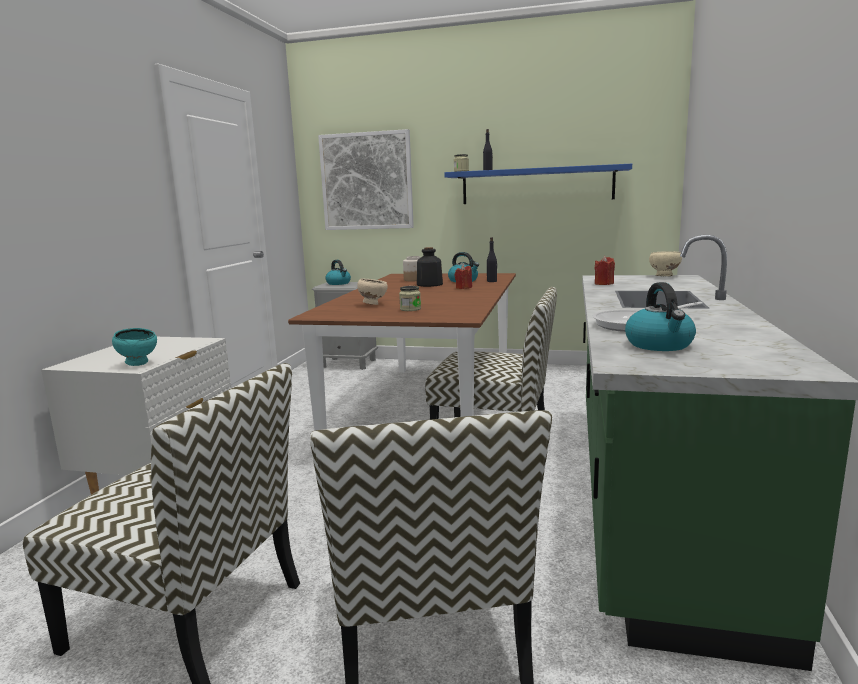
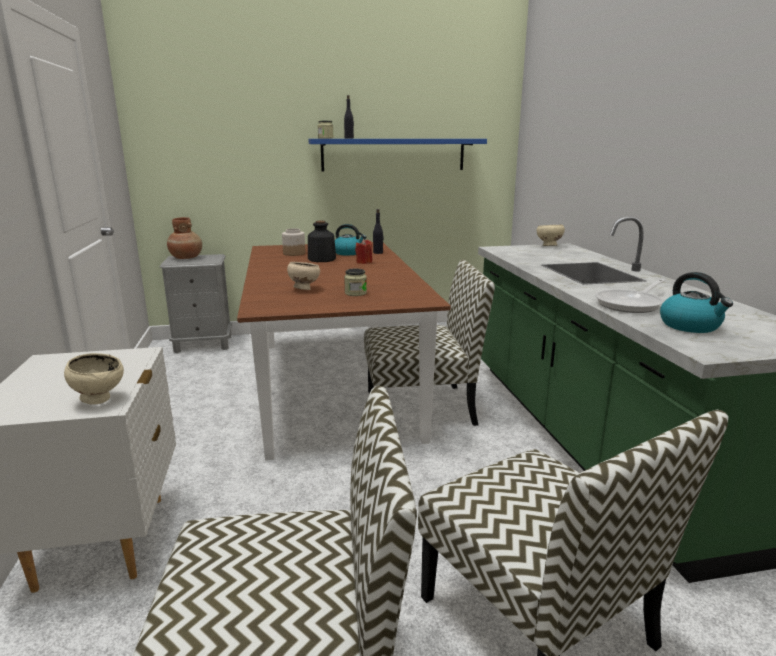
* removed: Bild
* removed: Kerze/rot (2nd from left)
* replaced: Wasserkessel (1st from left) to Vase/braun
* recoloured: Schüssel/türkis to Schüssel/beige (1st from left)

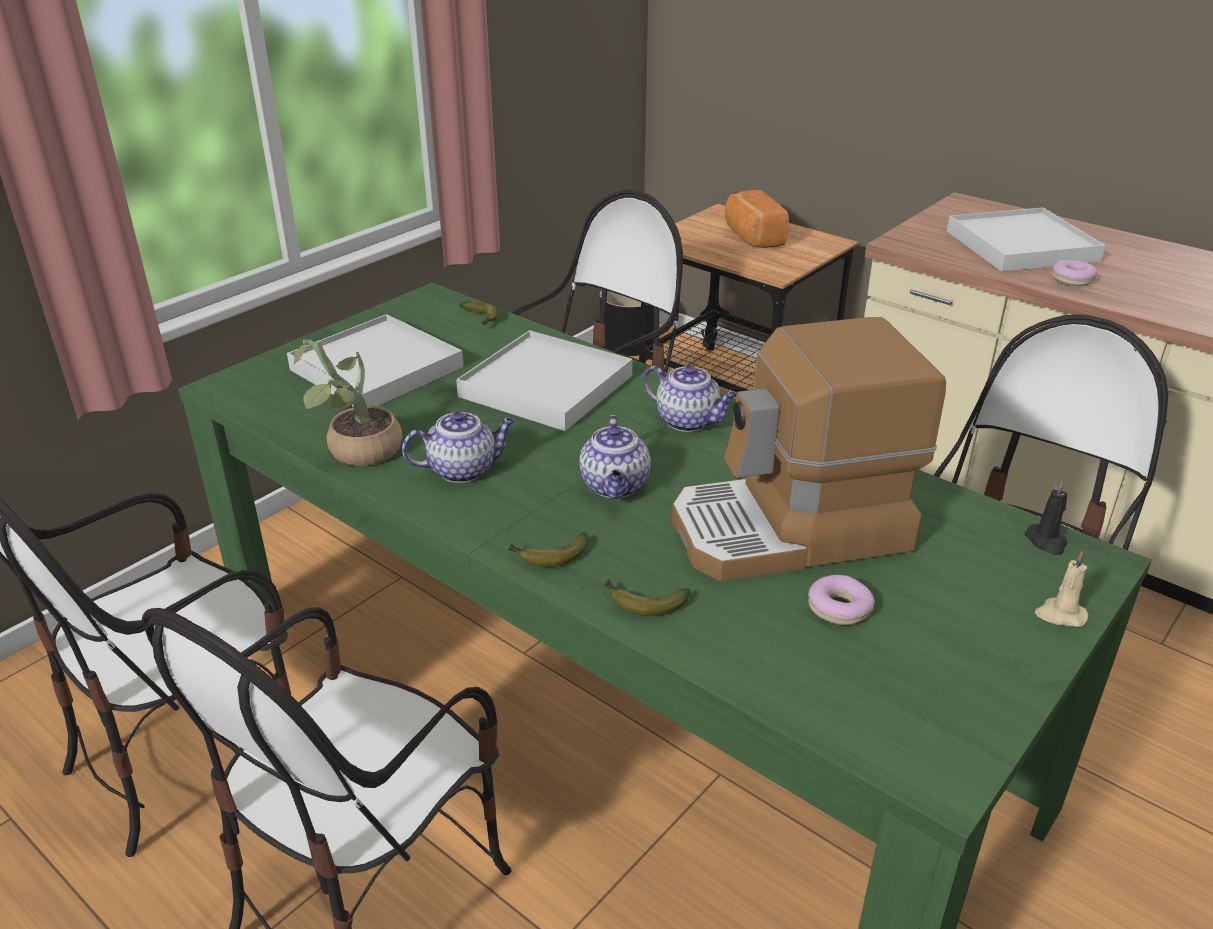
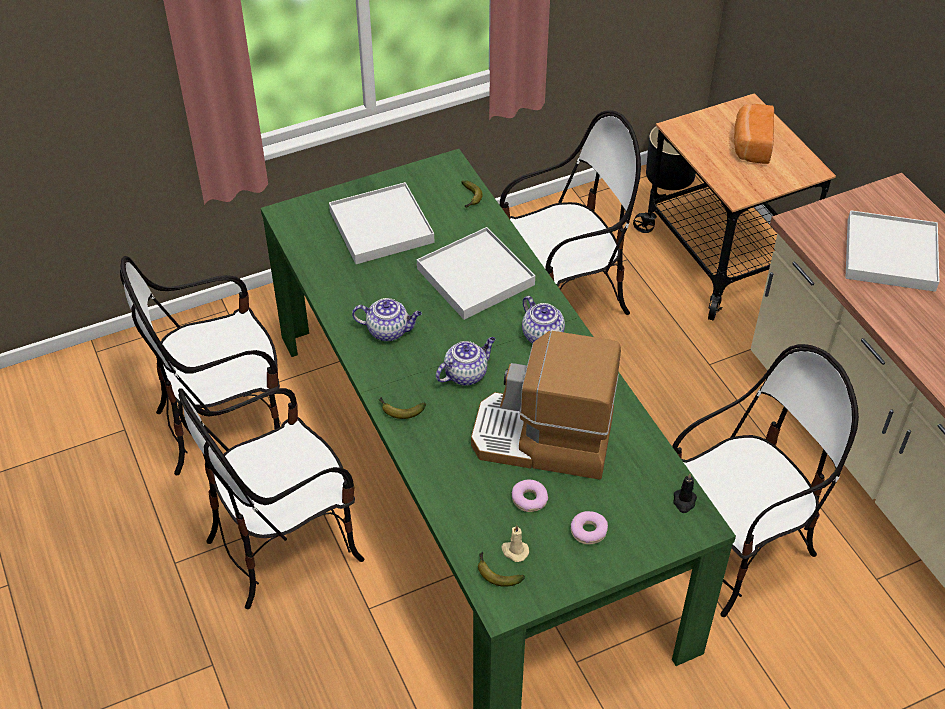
* moved: Donut (2nd from left)
* removed: Topfpflanze
* turned: Teekanne (2nd from left) 150 degrees counterclockwise
* moved: Kerze/beige
* moved: Banane (3rd from left)

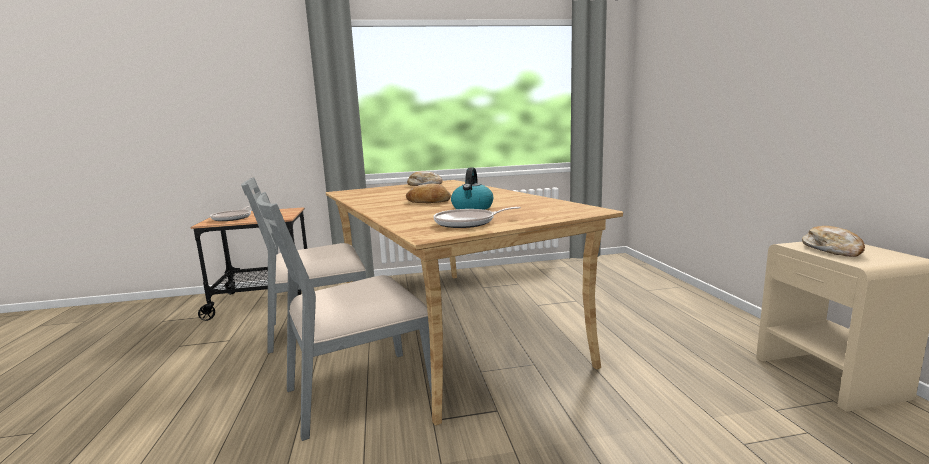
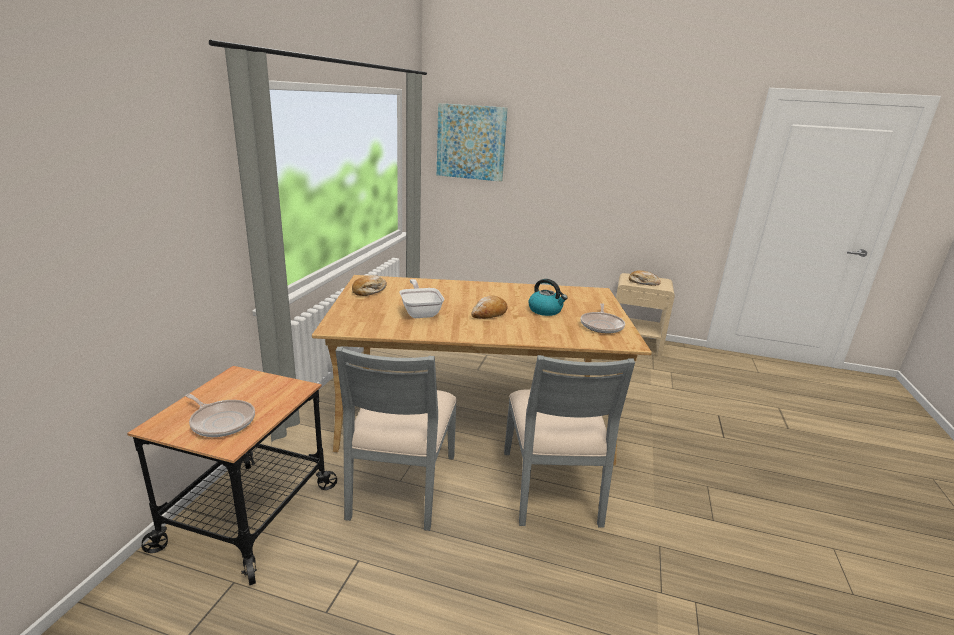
* added: Bild
* added: Pfanne (2nd from left)

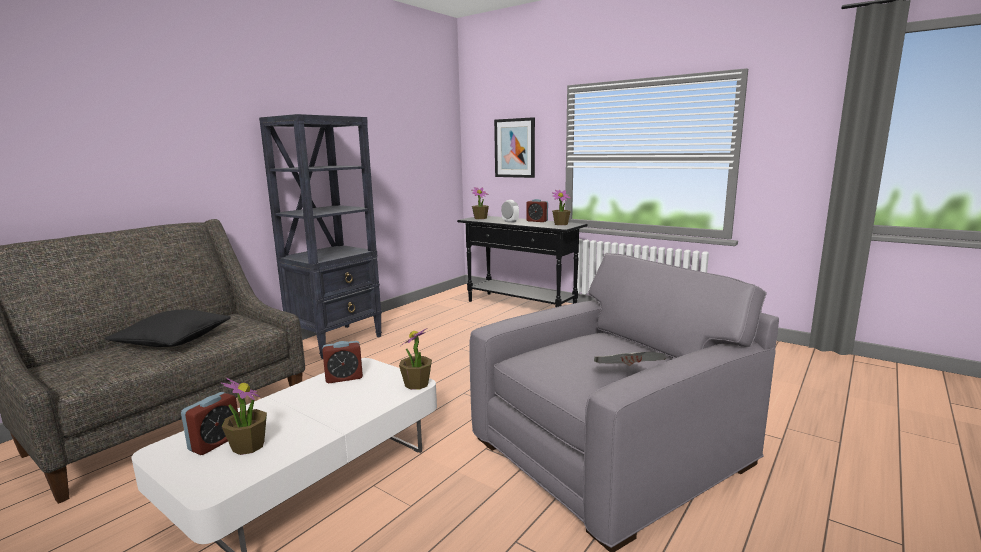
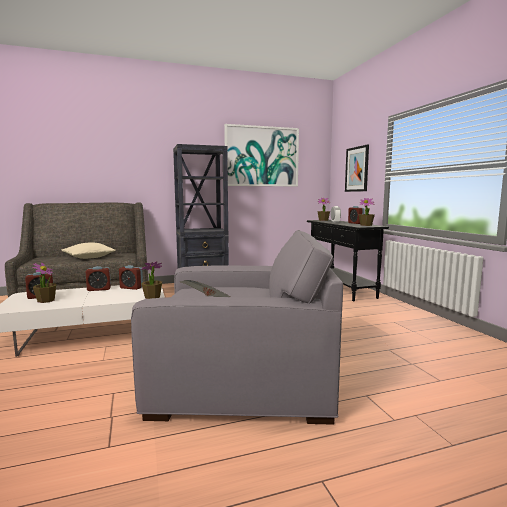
* recoloured: Kissen/schwarz to Kissen/beige
* added: Bild (1st from left)
* added: Wecker (2nd from left)

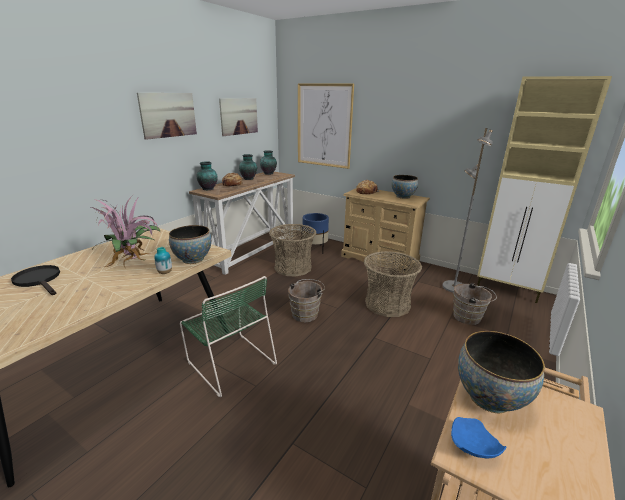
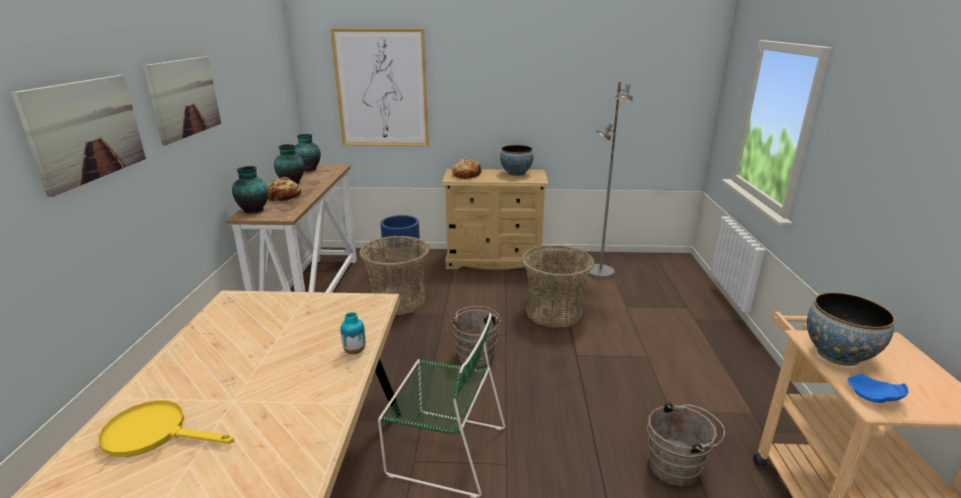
* removed: Schrank/beige
* moved: Bild (2nd from left in the first image) to Bild (1st from left)
* removed: Topfpflanze
* removed: Schüssel (1st from left)
* recoloured: Pfanne/schwarz to Pfanne/gelb
* moved: Eimer/braun (2nd from left)

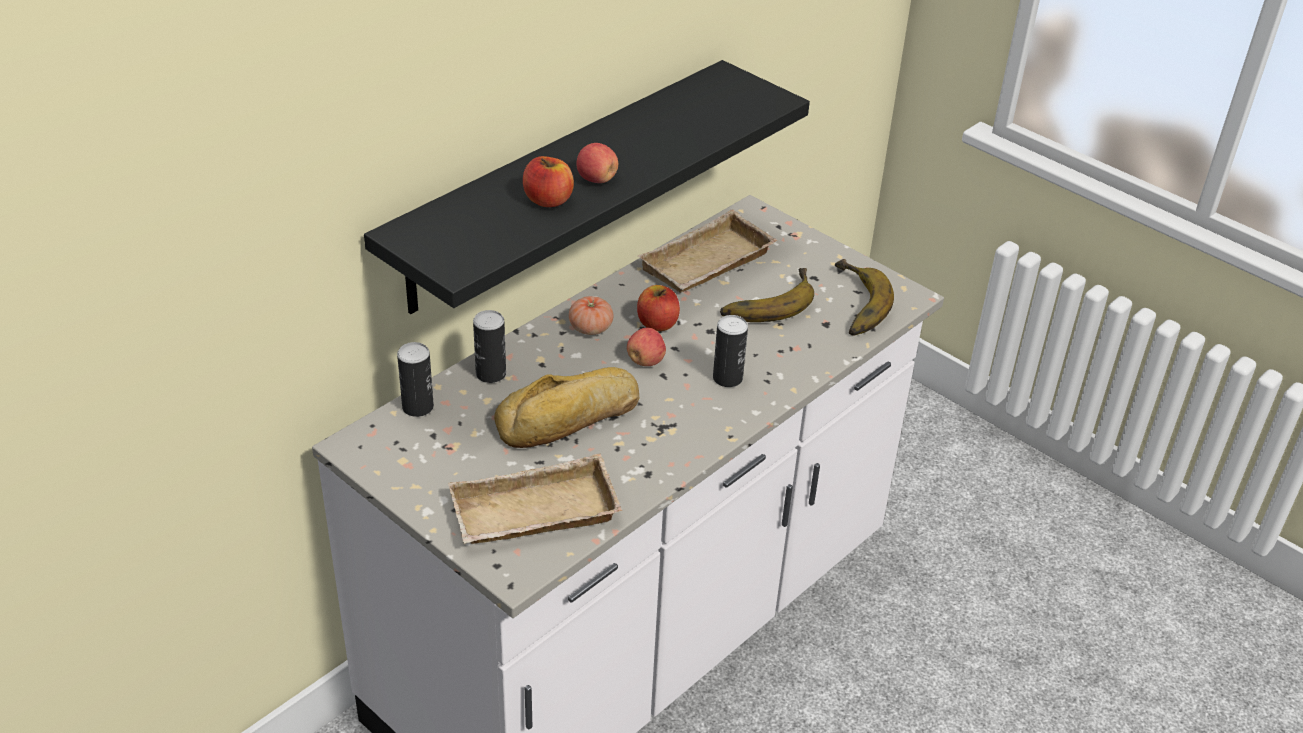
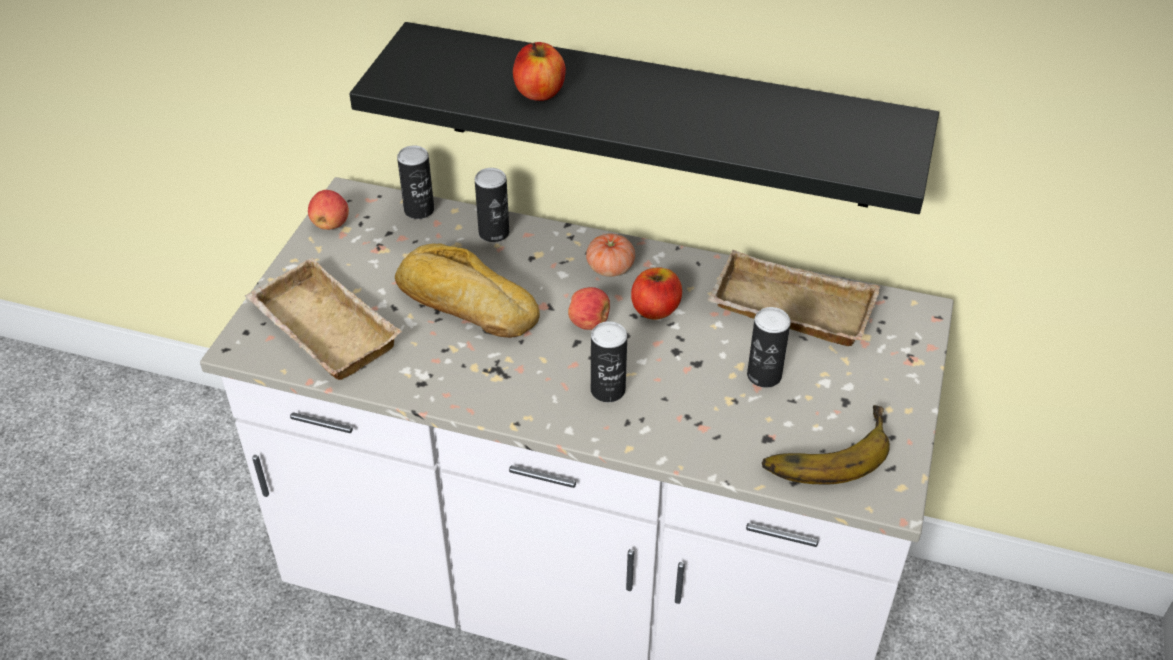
* moved: Apfel (2nd from left in the first image) to Apfel (1st from left)
* replaced: Banane (1st from left) to Dose (4th from left)

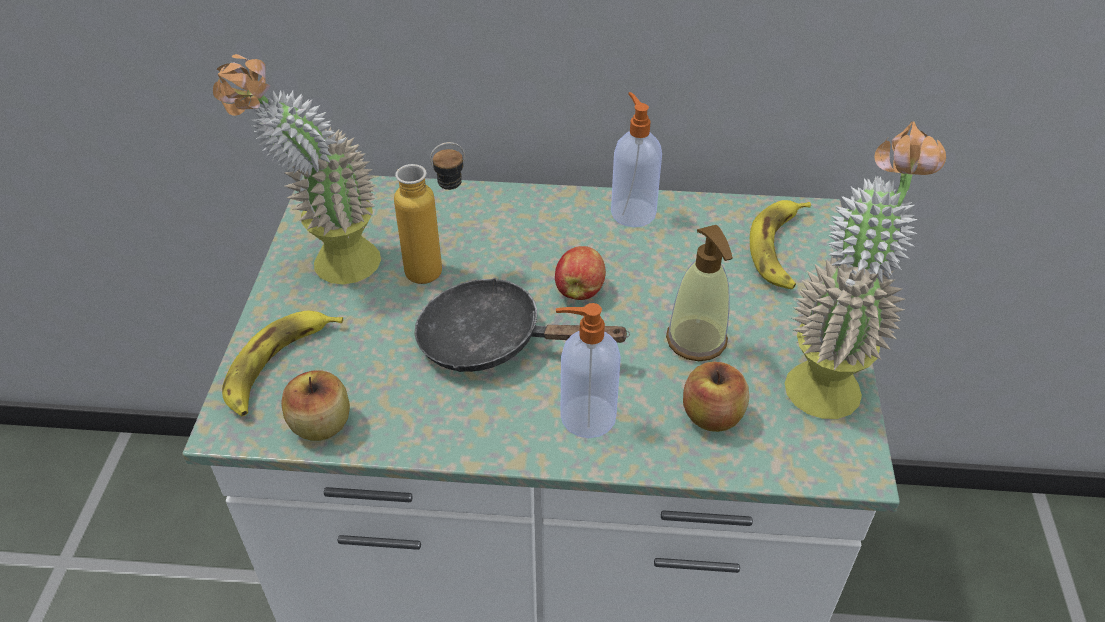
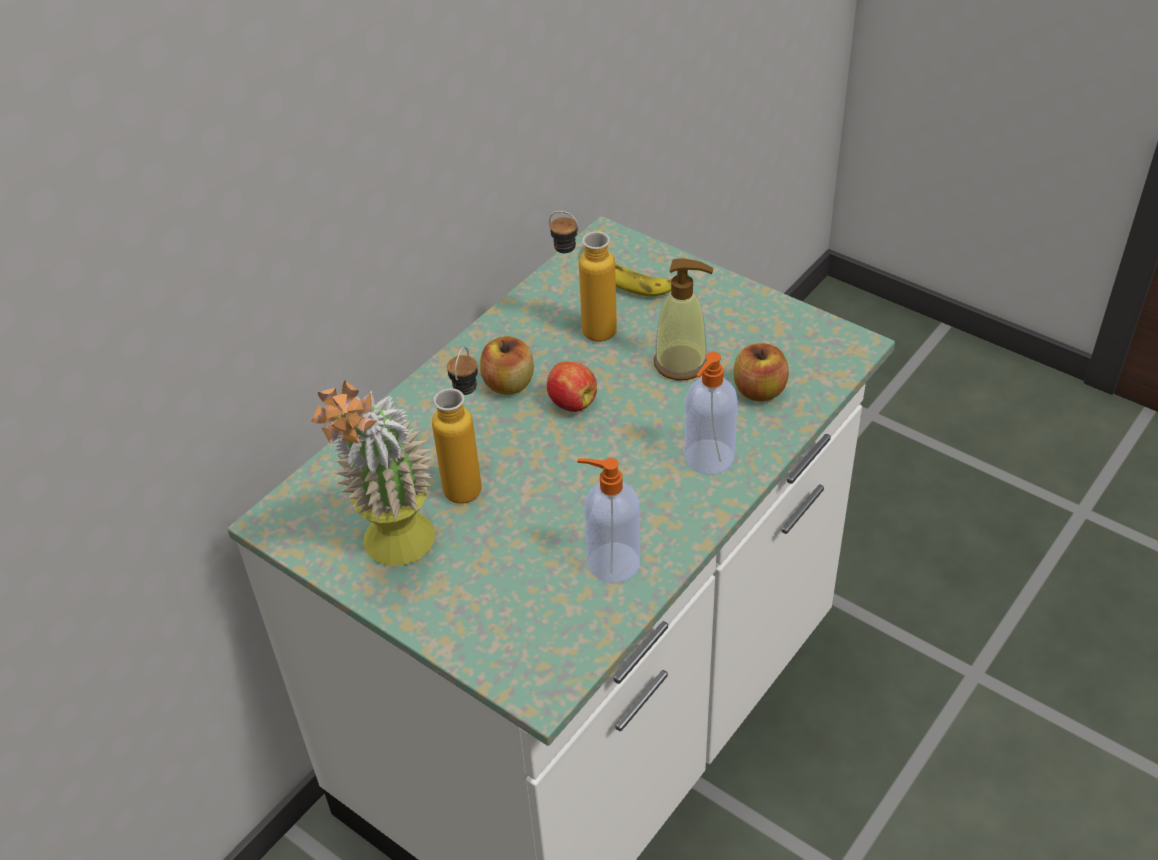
* moved: Seifenspender (2nd from left in the first image) to Seifenspender (1st from left)
* removed: Topfpflanze (2nd from left)
* removed: Pfanne/schwarz
* removed: Banane (1st from left)
* moved: Apfel (1st from left)
* added: Flasche (2nd from left)

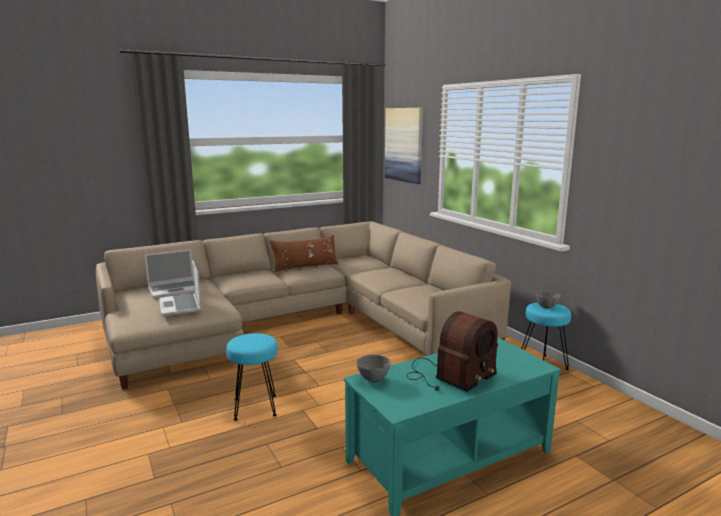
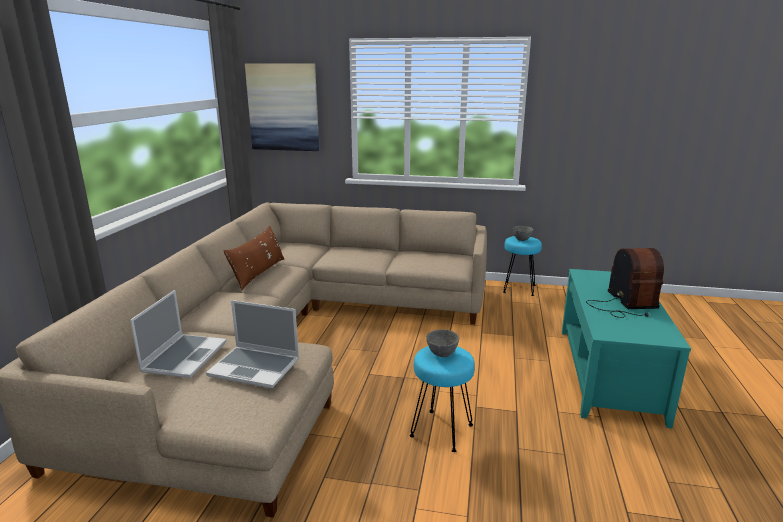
* moved: Schüssel/grau (1st from left)

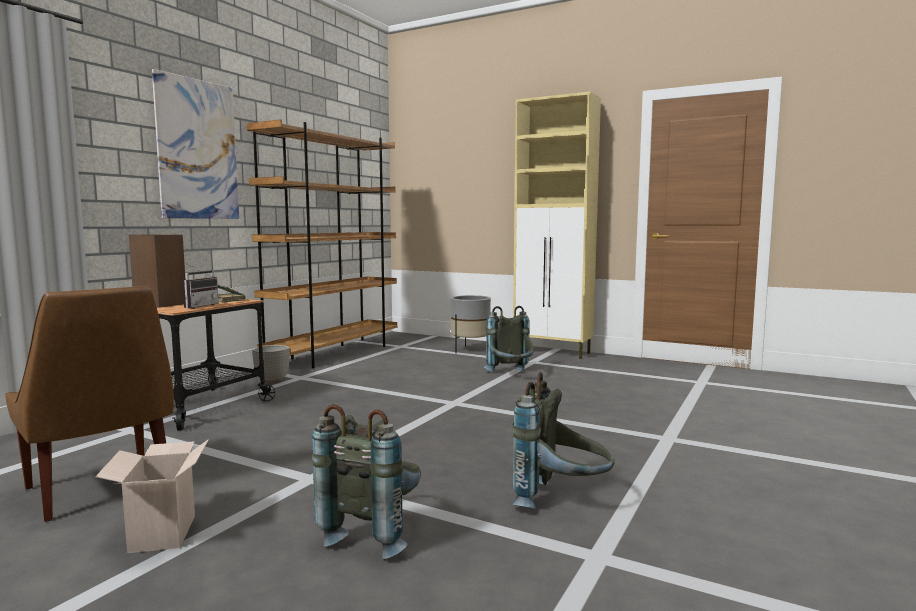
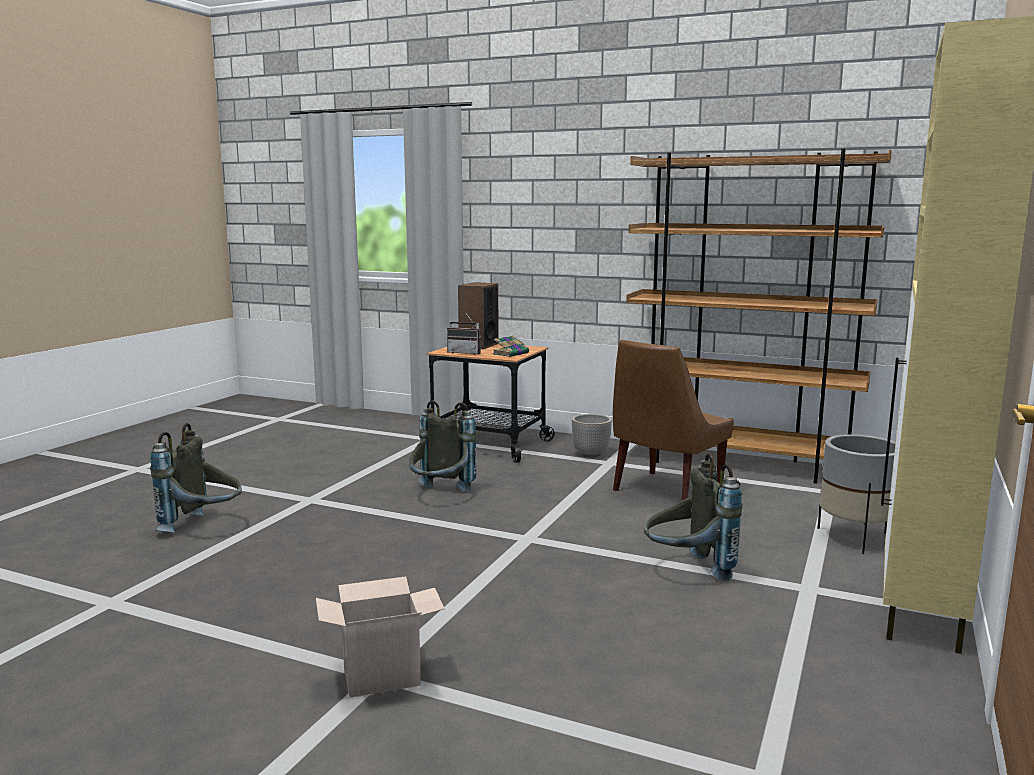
* removed: Bild
* moved: Stuhl/braun
* moved: Rucksack/grau (3rd from left in the first image) to Rucksack/grau (2nd from left)
* moved: Karton

